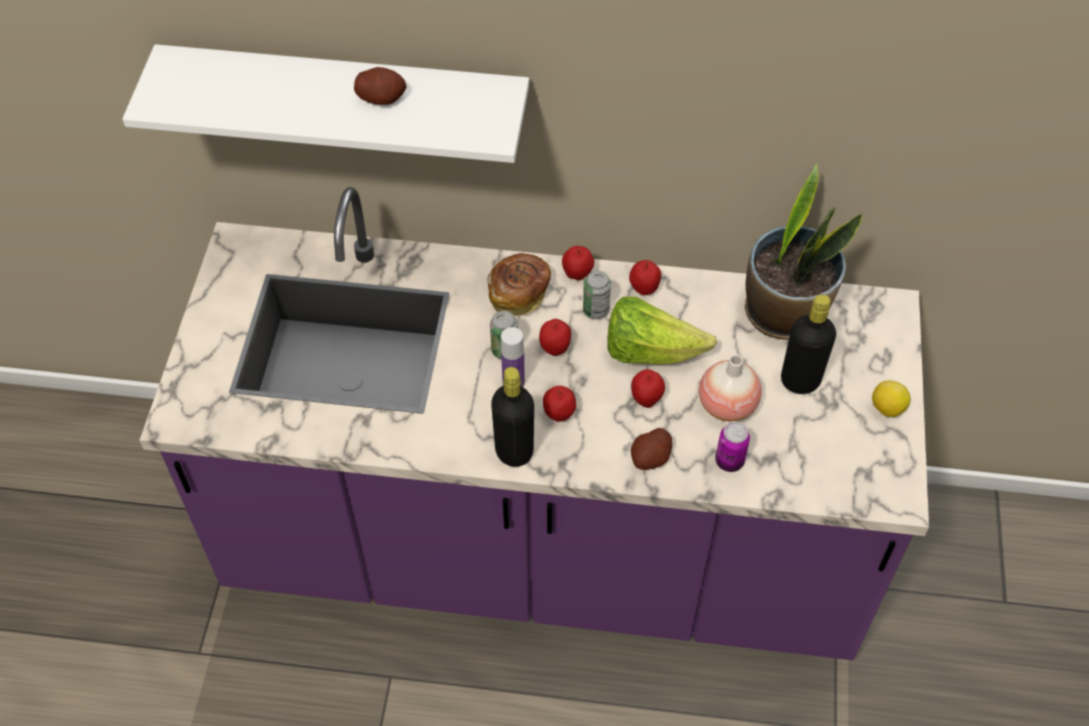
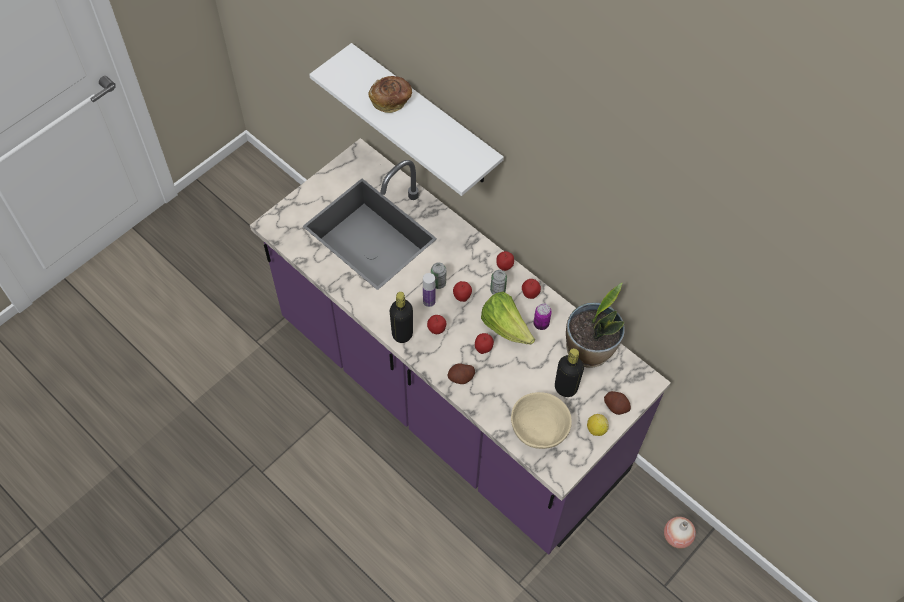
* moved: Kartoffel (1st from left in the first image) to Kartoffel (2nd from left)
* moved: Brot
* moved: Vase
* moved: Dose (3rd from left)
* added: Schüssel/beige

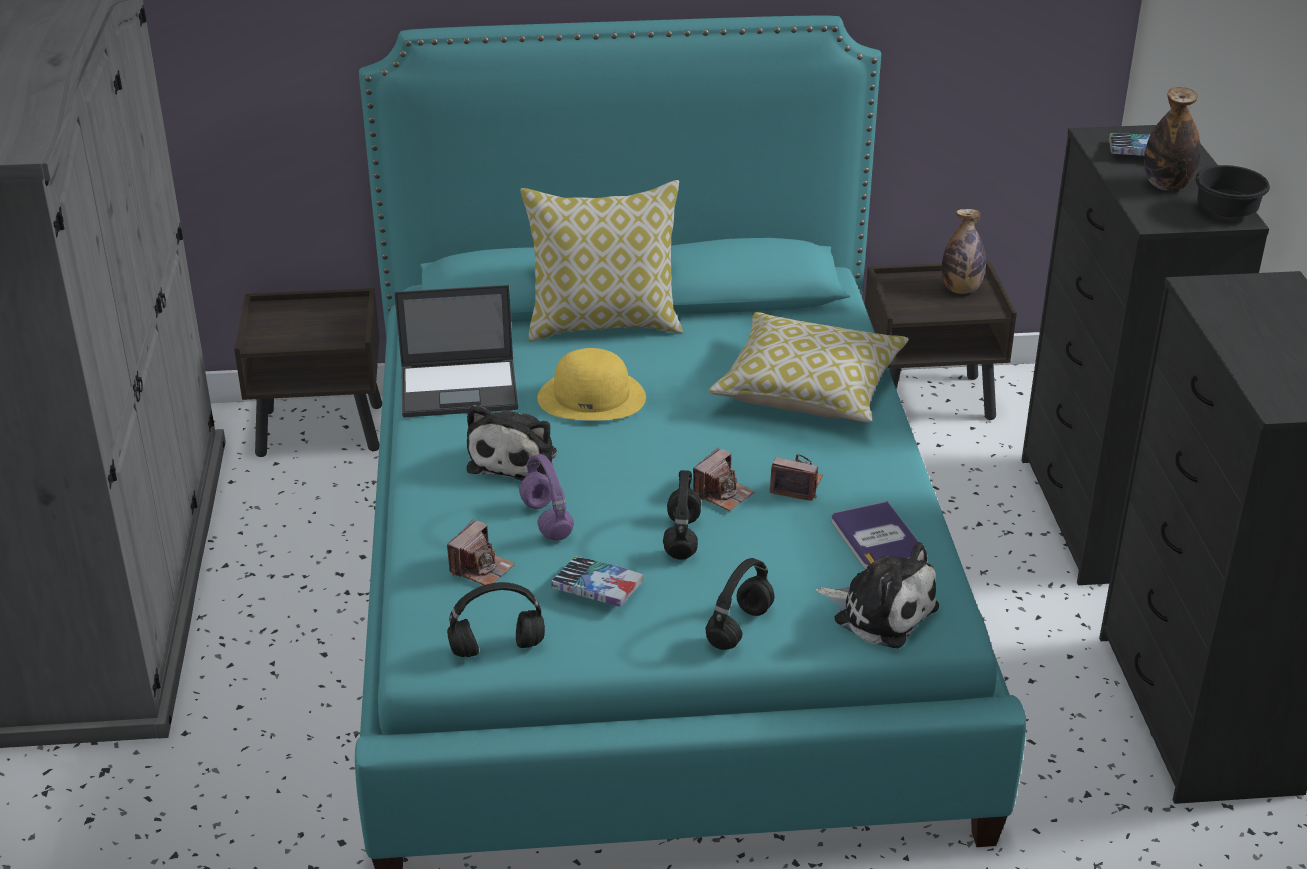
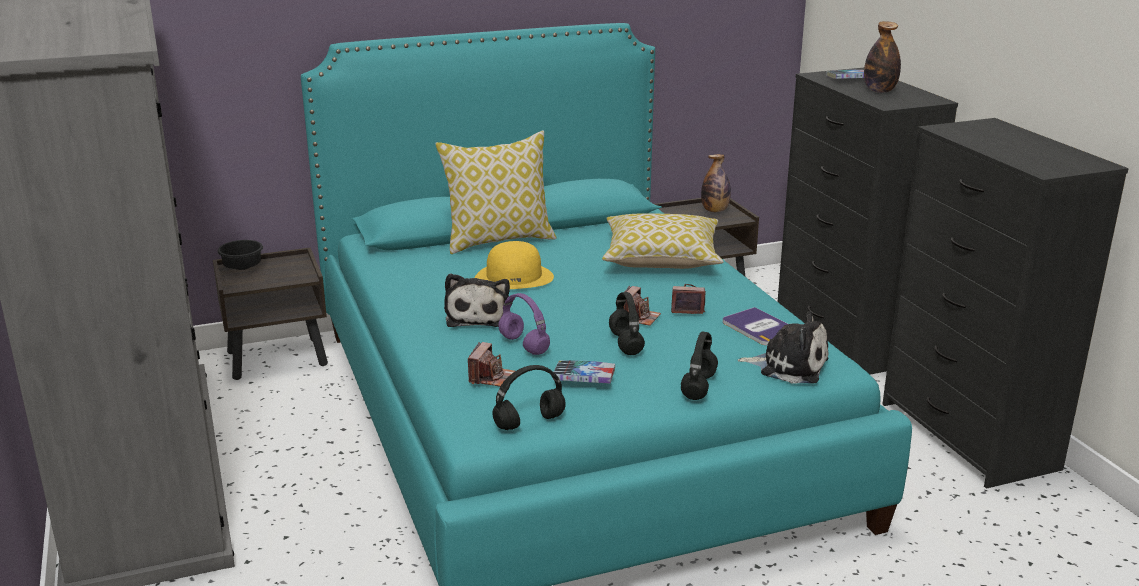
* moved: Schüssel/schwarz
* removed: Laptop

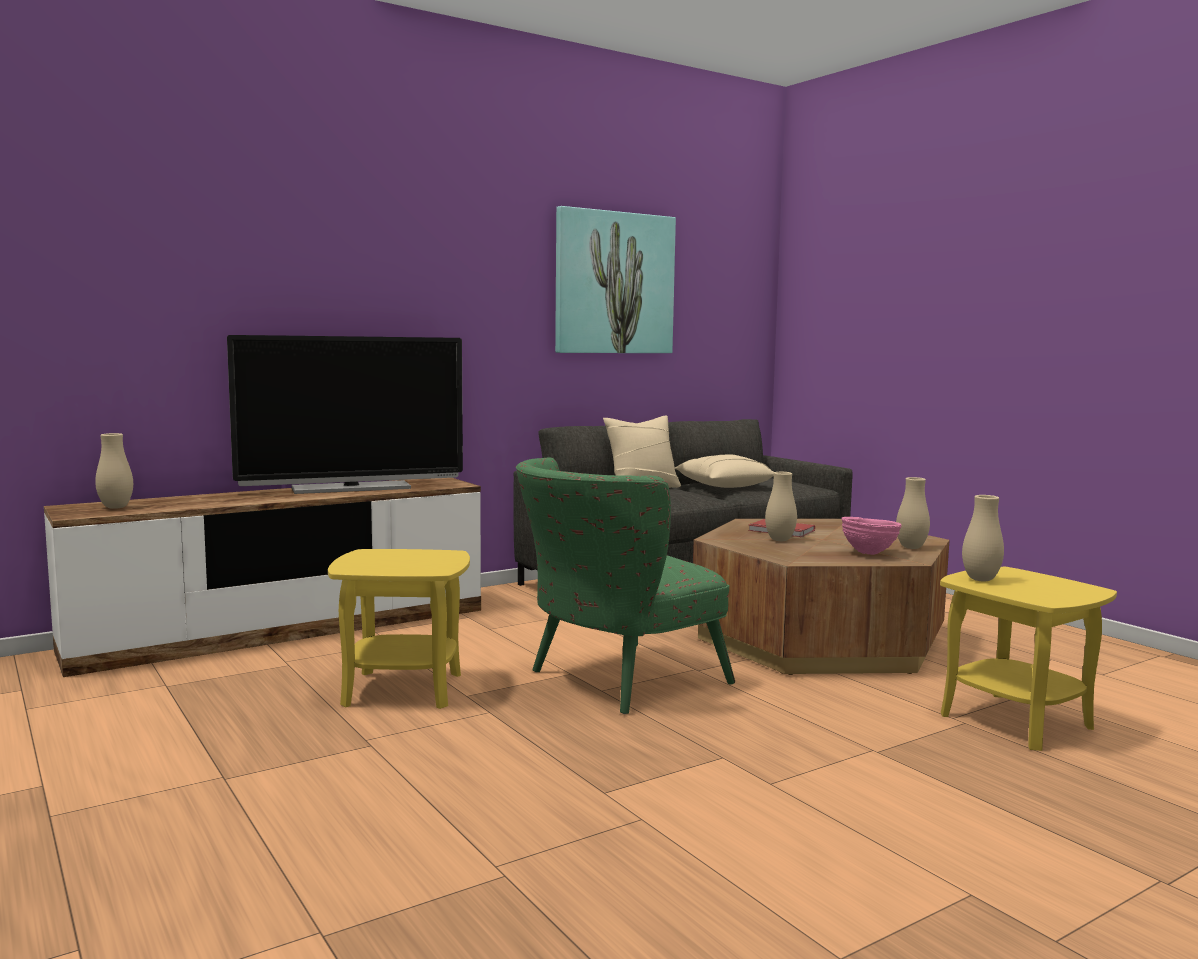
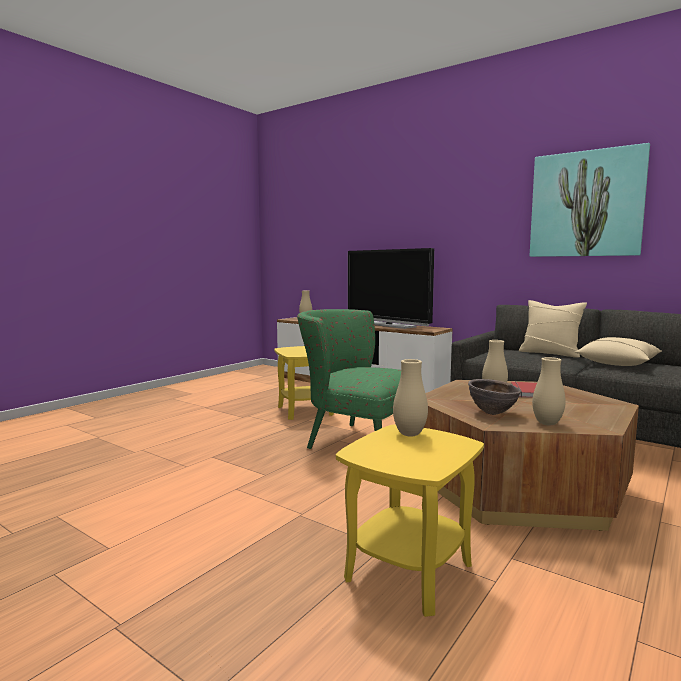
* recoloured: Schüssel/rosa to Schüssel/braun

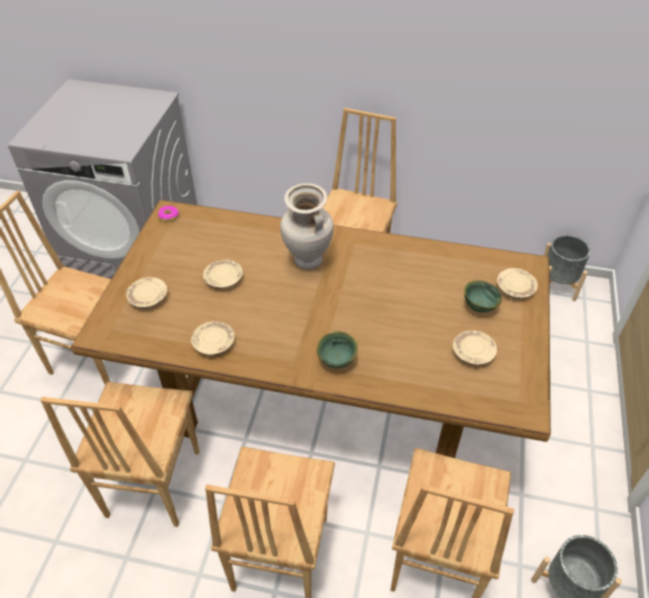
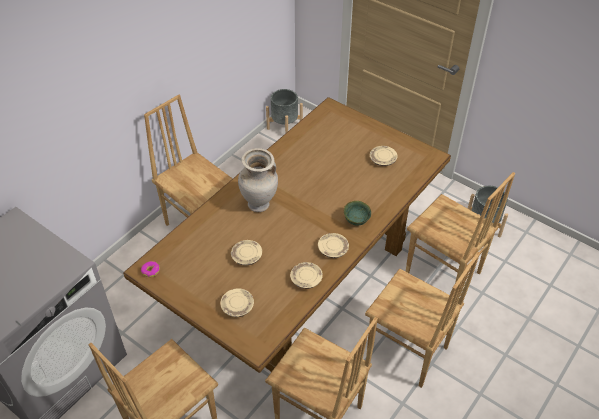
* moved: Teller/beige (5th from left in the first image) to Teller/beige (4th from left)
* removed: Schüssel/grün (2nd from left)

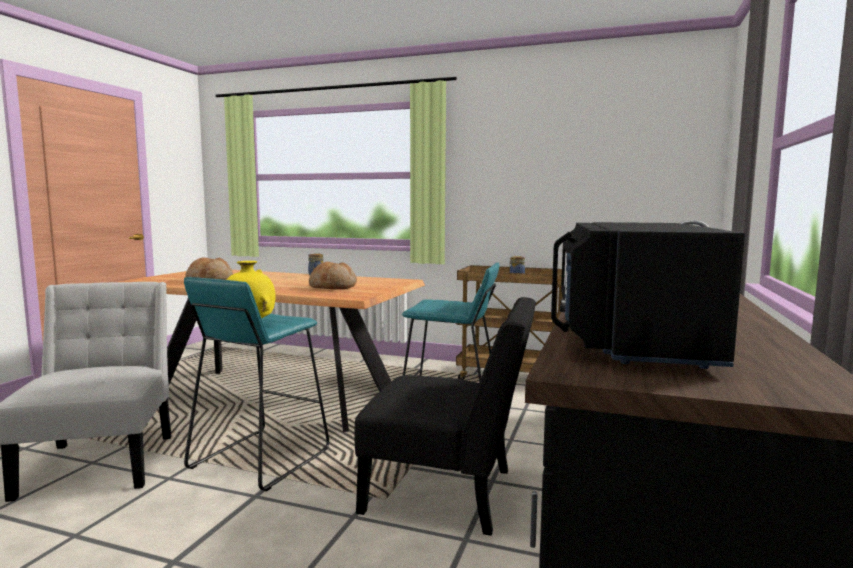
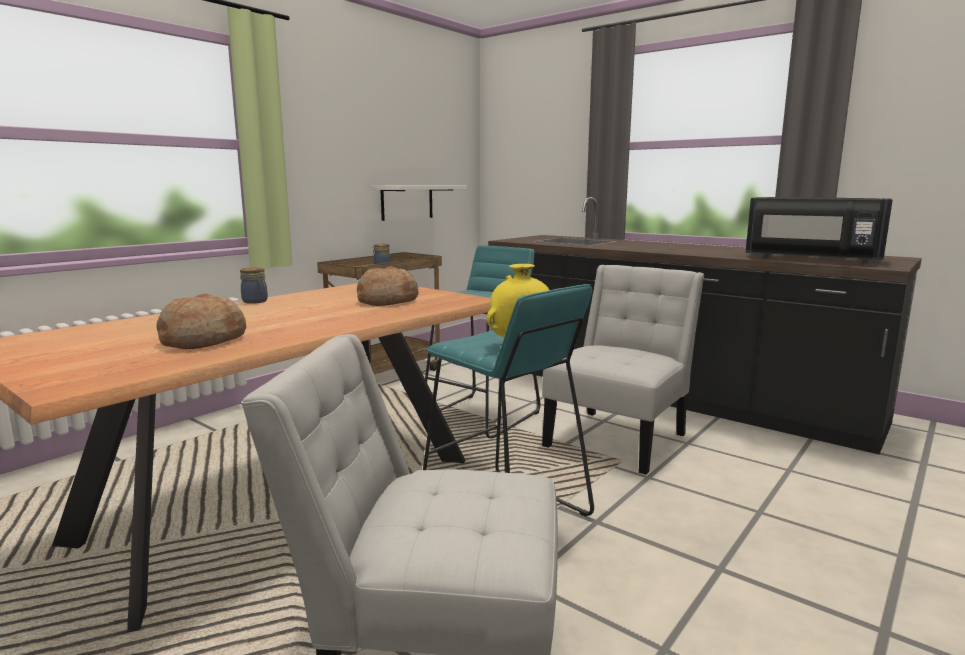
* recoloured: Stuhl/schwarz to Stuhl/weiß (2nd from left)
* added: Wandregal/weiß

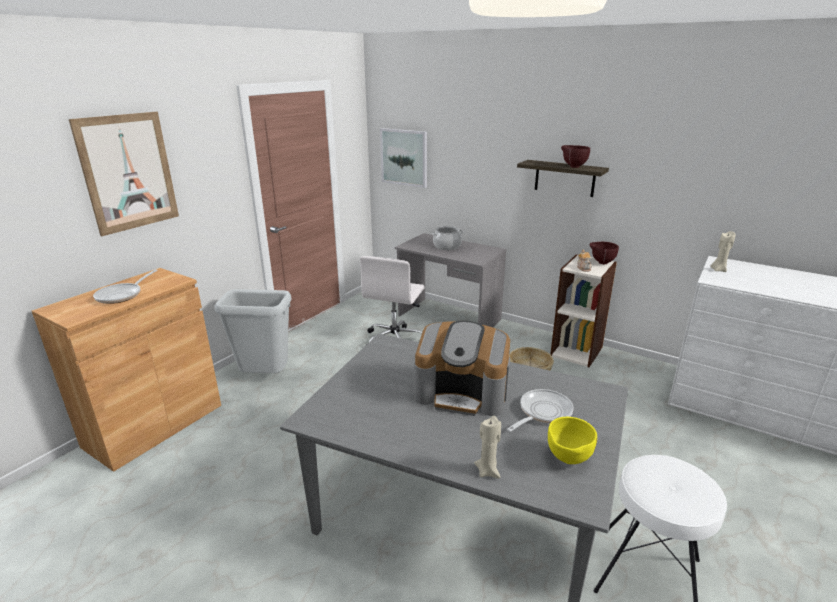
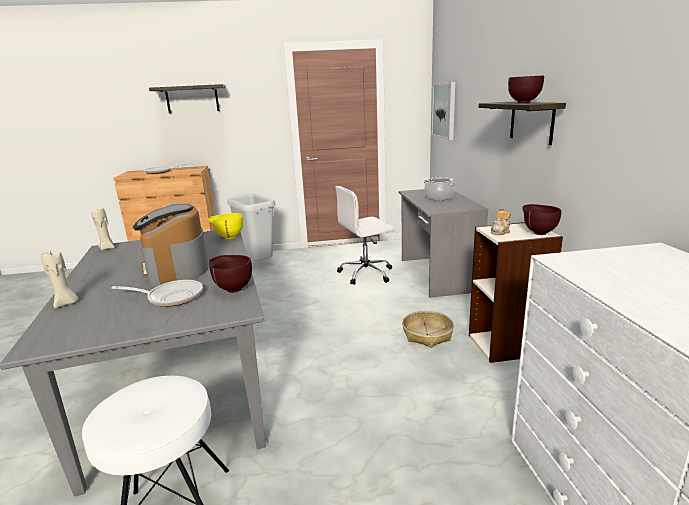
* replaced: Bild (1st from left) to Wandregal (1st from left)
* moved: Kerze/beige (2nd from left)
* moved: Schüssel/gelb
* added: Schüssel/braun (1st from left)

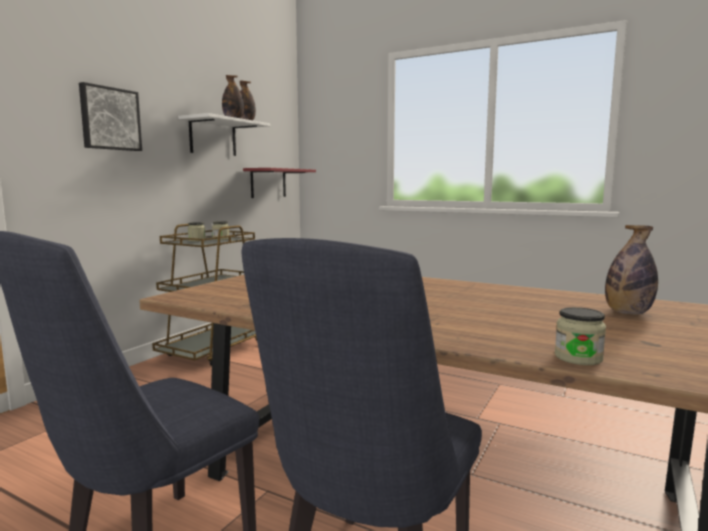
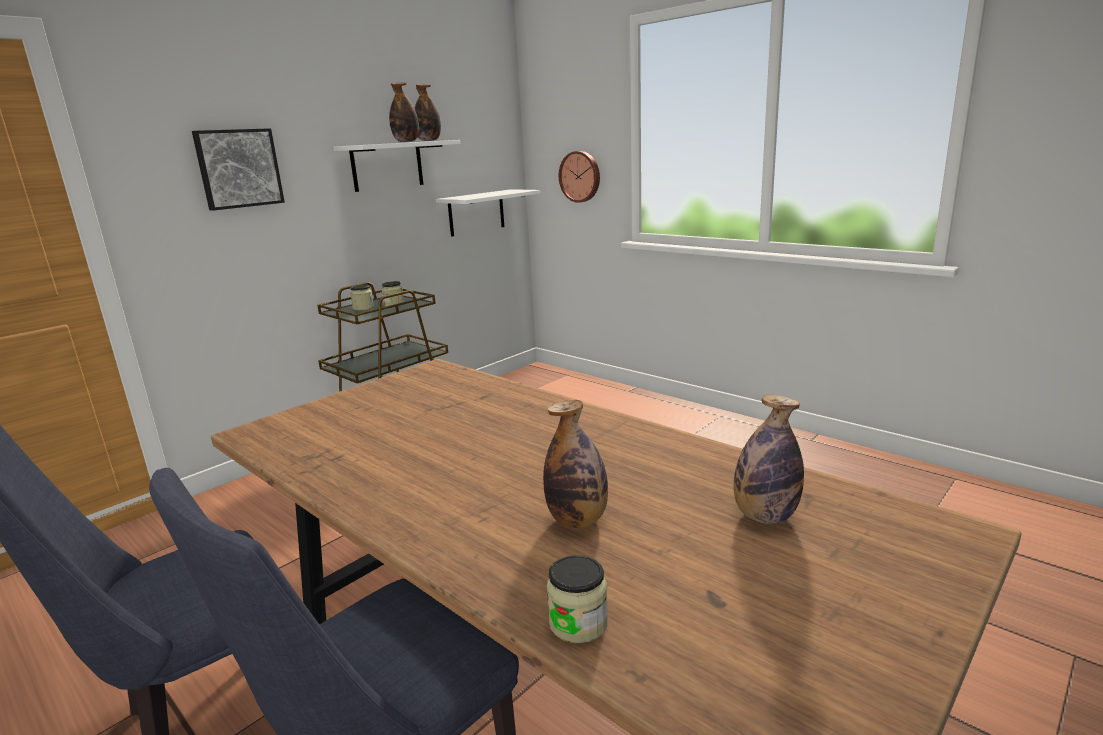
* recoloured: Wandregal/rot to Wandregal/weiß (2nd from left)
* added: Wanduhr
* added: Flasche (3rd from left)

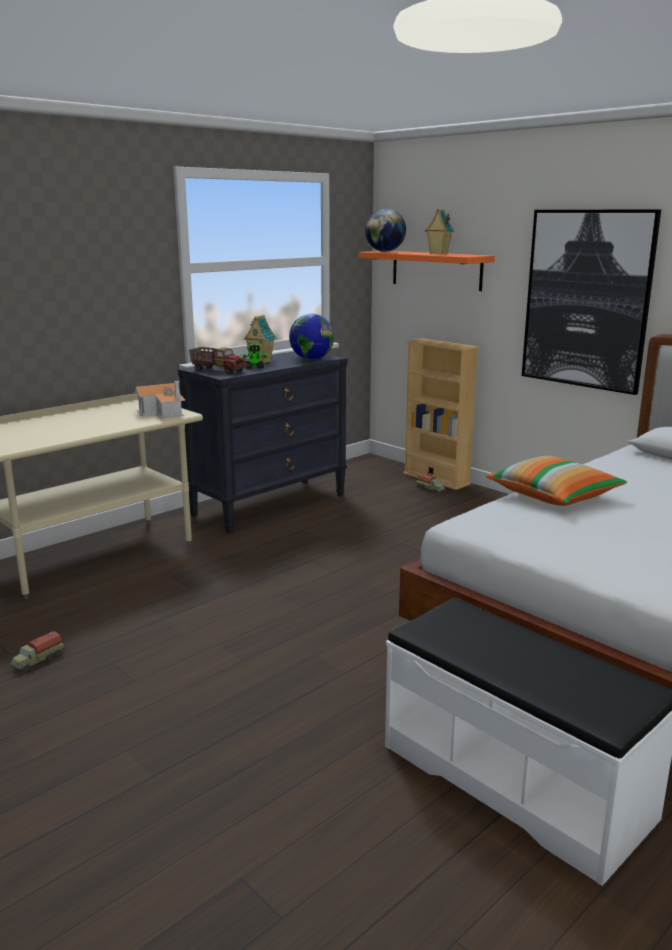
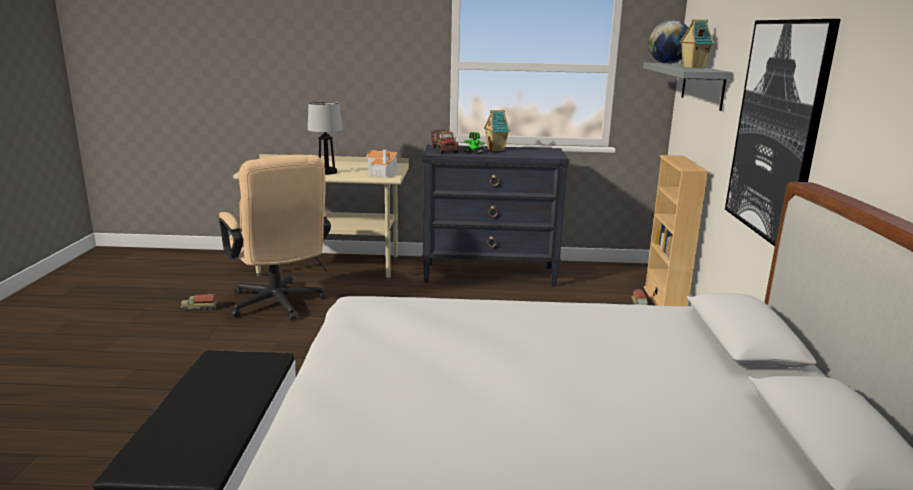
* recoloured: Wandregal/orange to Wandregal/grau
* removed: Globus (1st from left)
* removed: Kissen
* added: Tischlampe
* added: Bürostuhl/beige

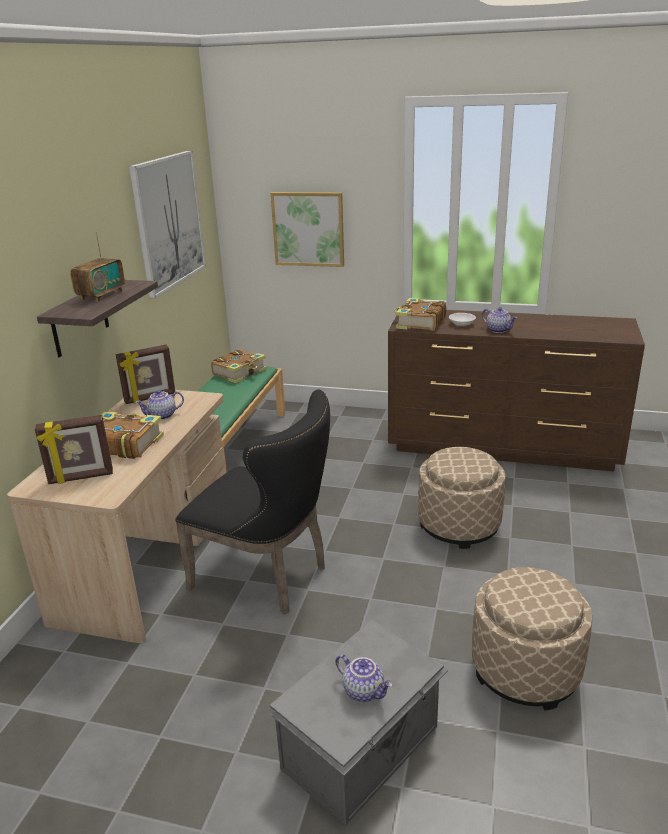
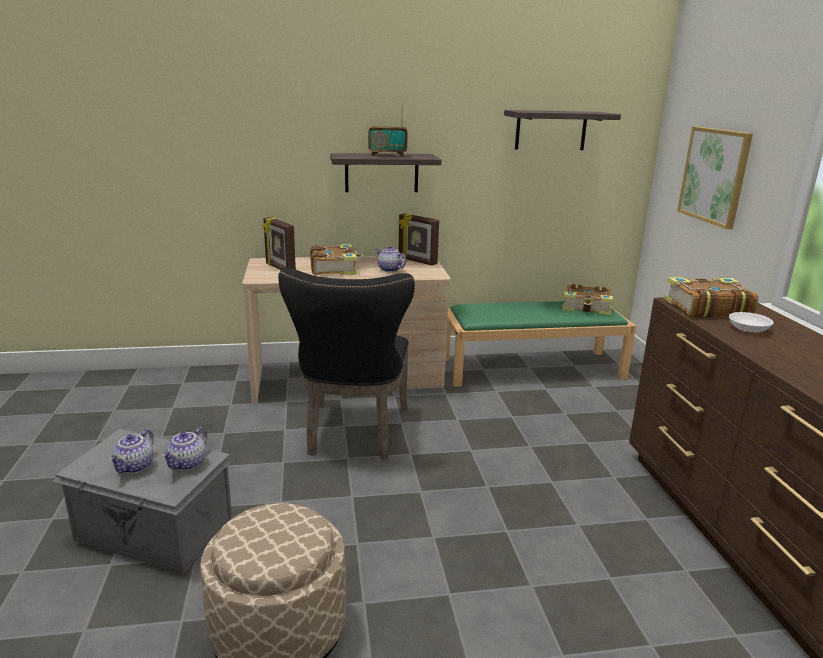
* replaced: Bild (1st from left) to Wandregal (2nd from left)
* moved: Teekanne (3rd from left in the first image) to Teekanne (2nd from left)
* removed: Polsterhocker/beige (1st from left)

